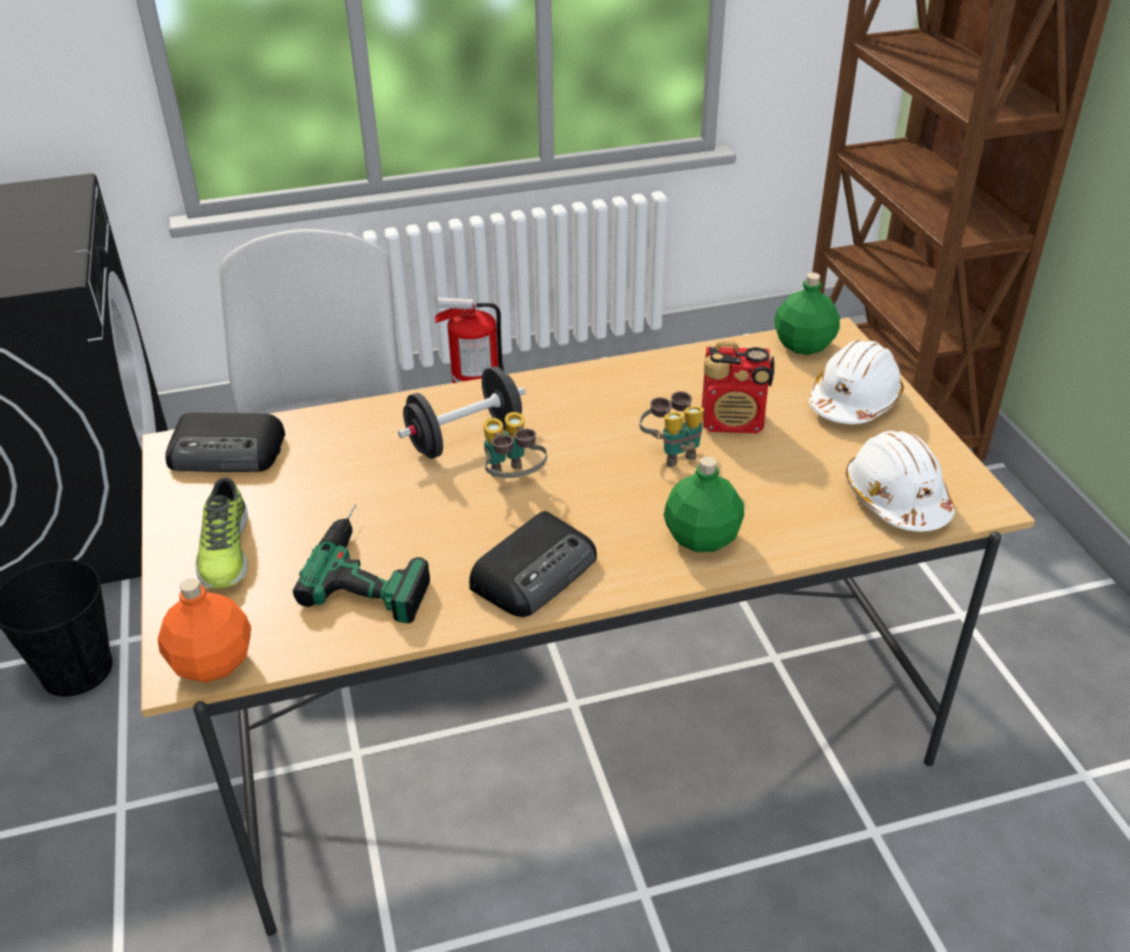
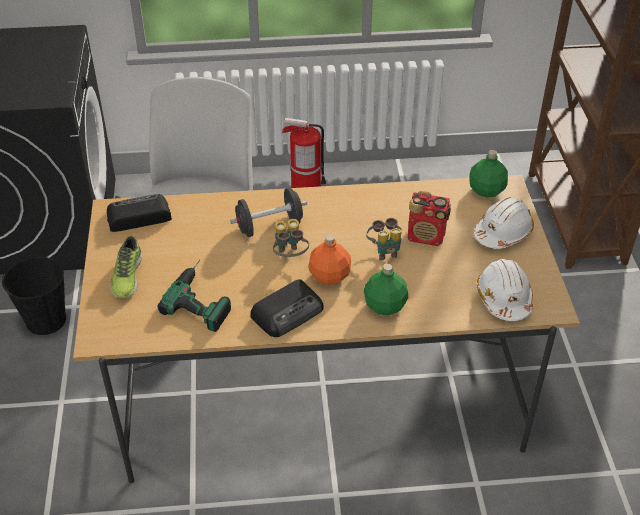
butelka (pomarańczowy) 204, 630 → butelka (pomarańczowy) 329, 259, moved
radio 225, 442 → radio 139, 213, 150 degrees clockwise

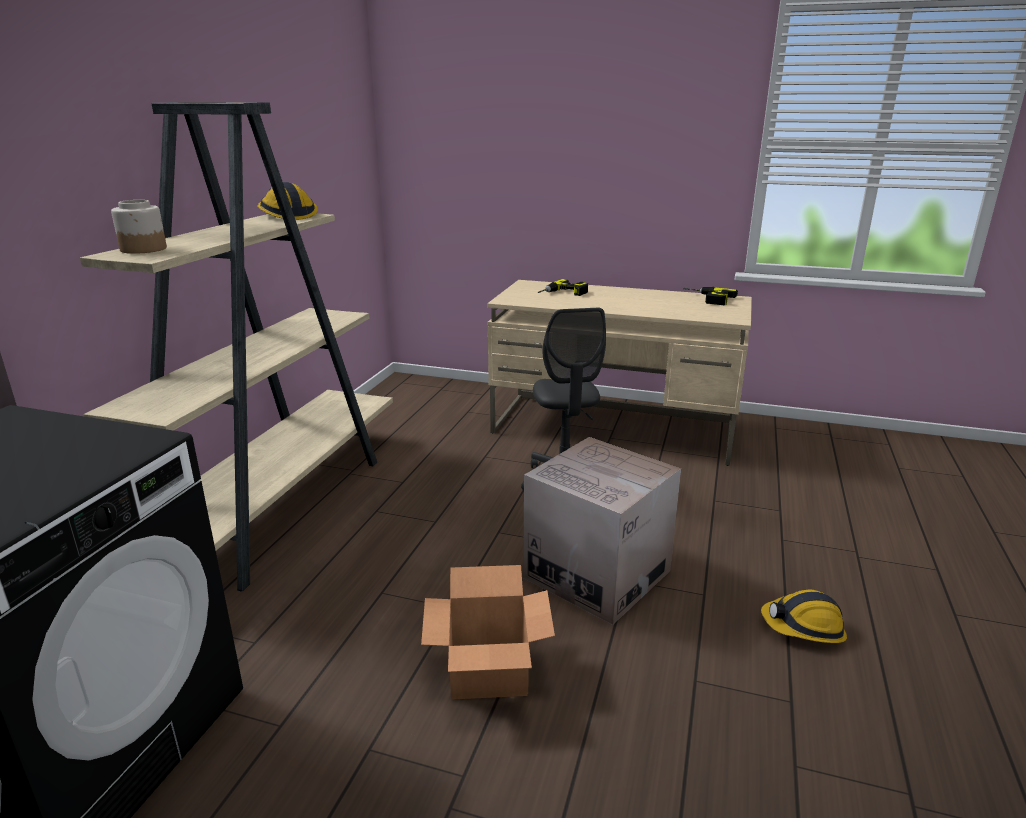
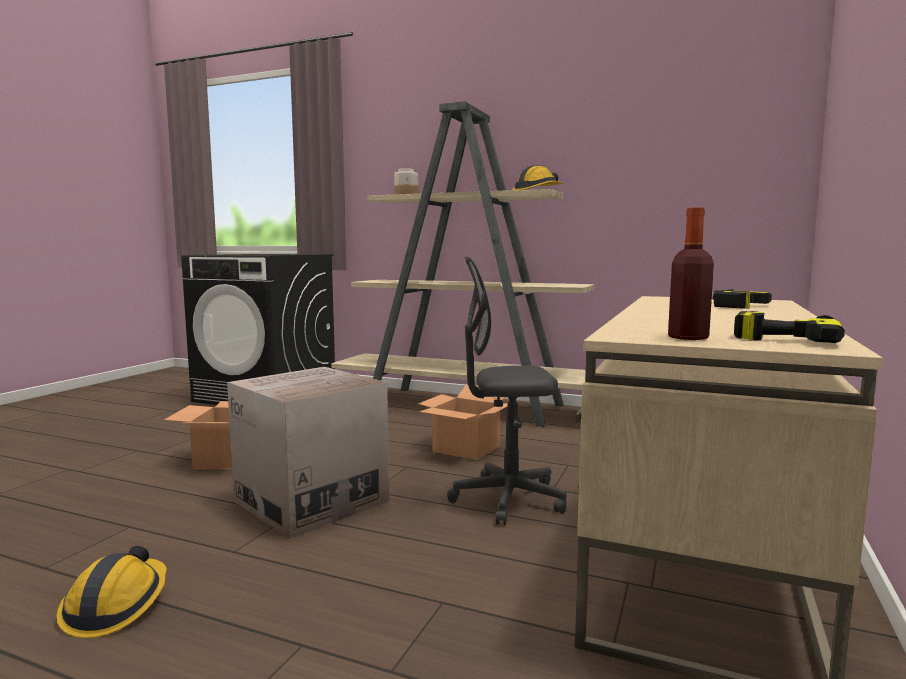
- → karton 463, 422
- → butelka 691, 273

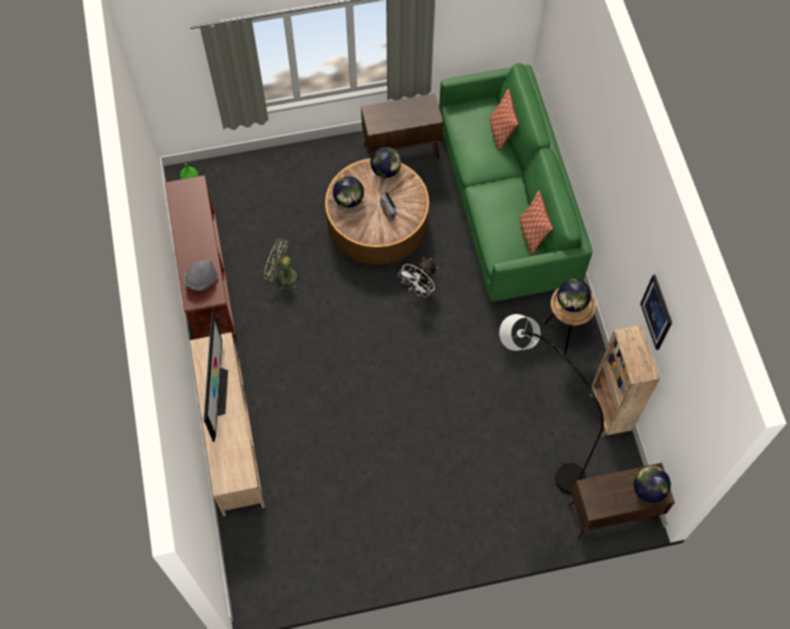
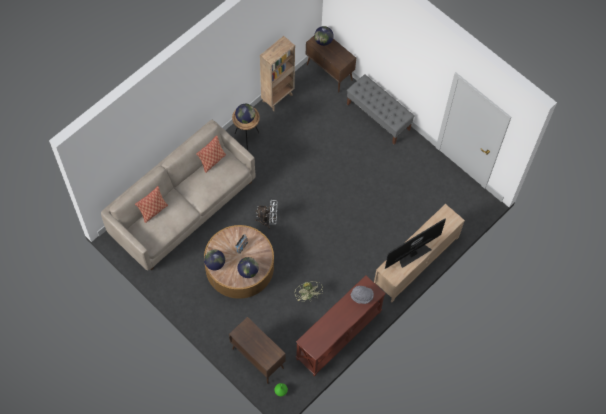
szafka (brązowy) 402, 125 → szafka (brązowy) 257, 350, moved
kanapa (zielony) 515, 182 → kanapa (beżowy) 178, 195
lampa stojąca (szary) 551, 403 → -
obraz 656, 312 → -
- → ławka (szary) 381, 109

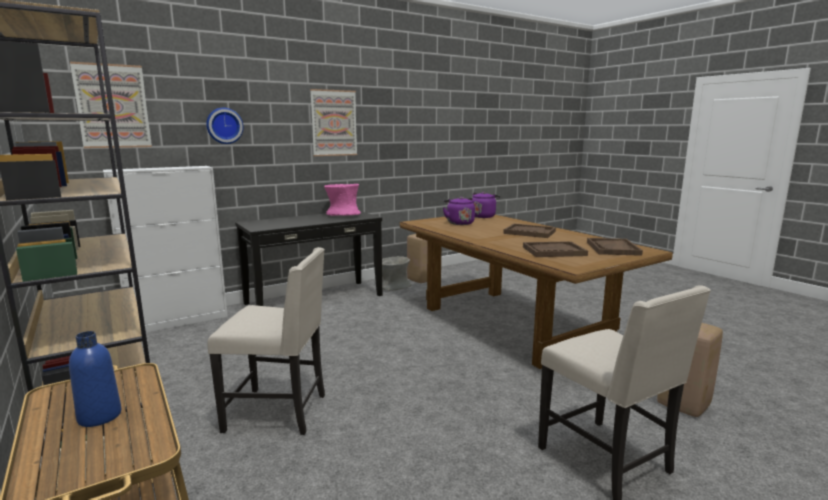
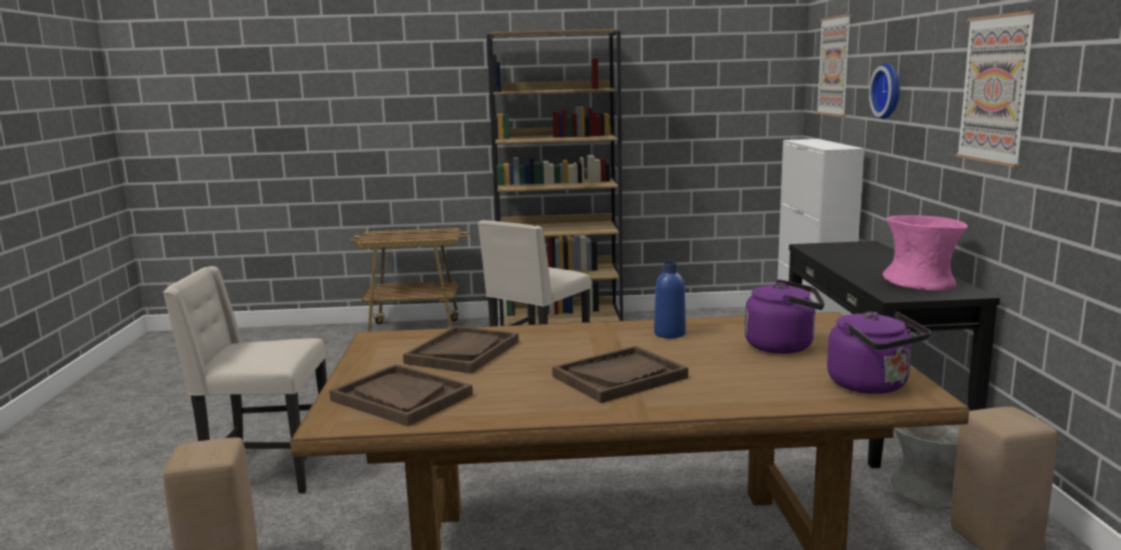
butelka (niebieski) 95, 379 → butelka (niebieski) 670, 299, moved

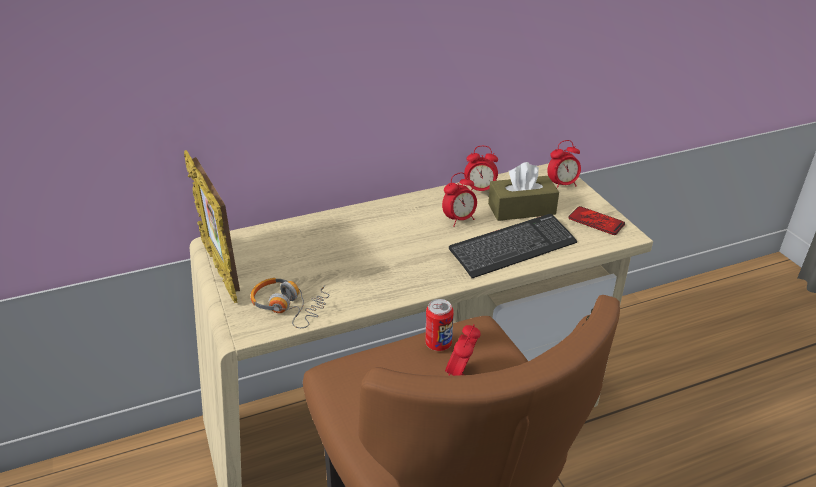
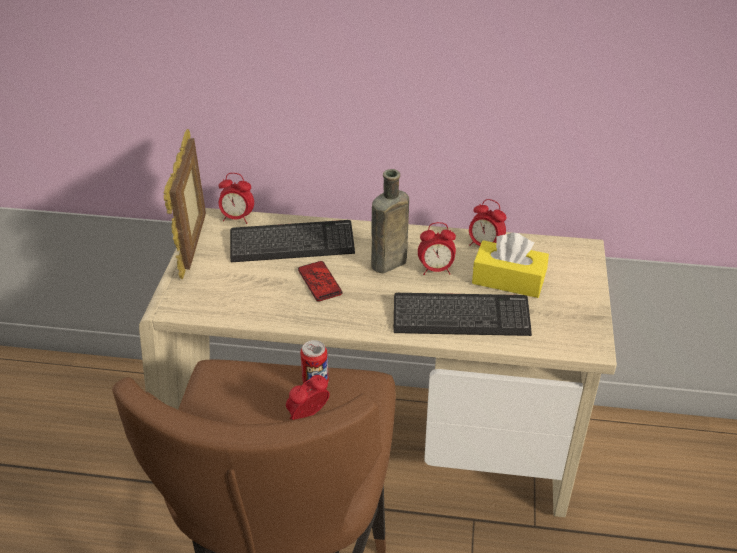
słuchawki 290, 303 → -
pudełko chusteczek (brązowy) 523, 191 → pudełko chusteczek (żółty) 510, 265
budzik 564, 164 → budzik 236, 198, moved
telefon 596, 220 → telefon 320, 281, moved
- → klawiatura 292, 241
- → butelka (brązowy) 390, 221

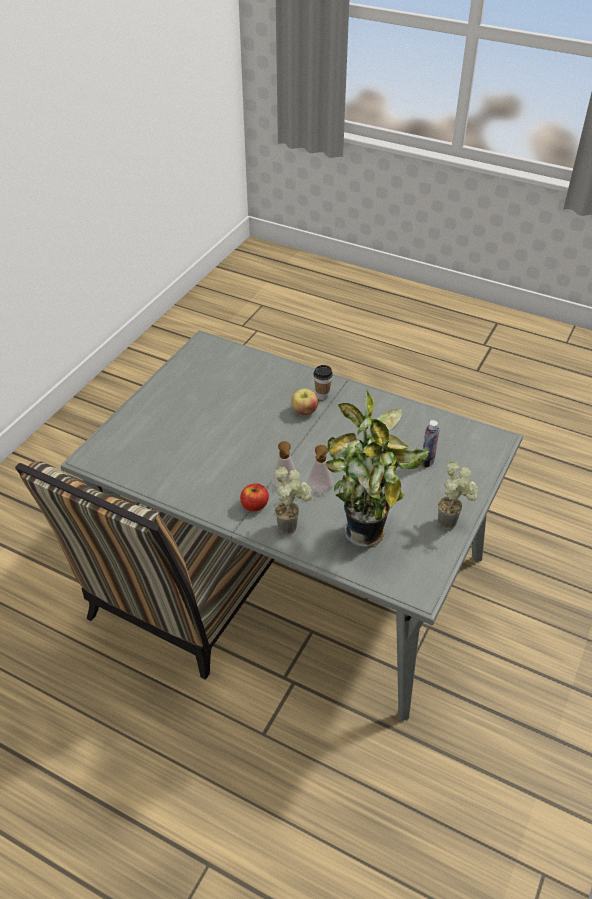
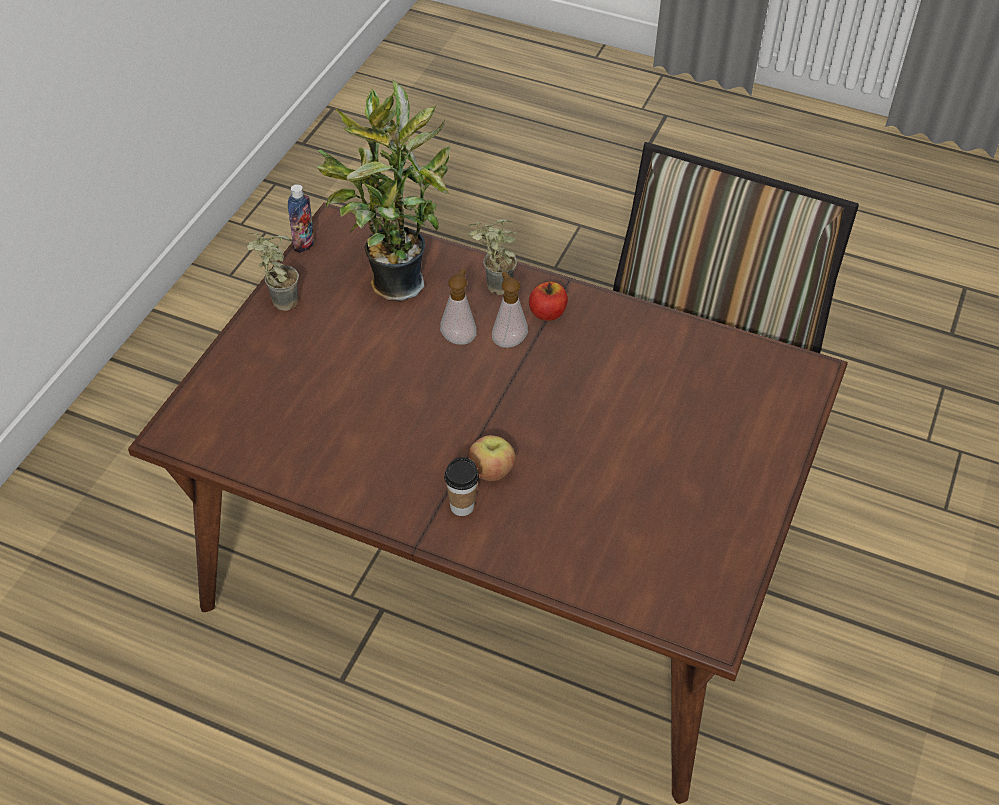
stół jadalny (szary) 292, 525 → stół jadalny (brązowy) 488, 503
butelka 430, 444 → butelka 301, 218, moved

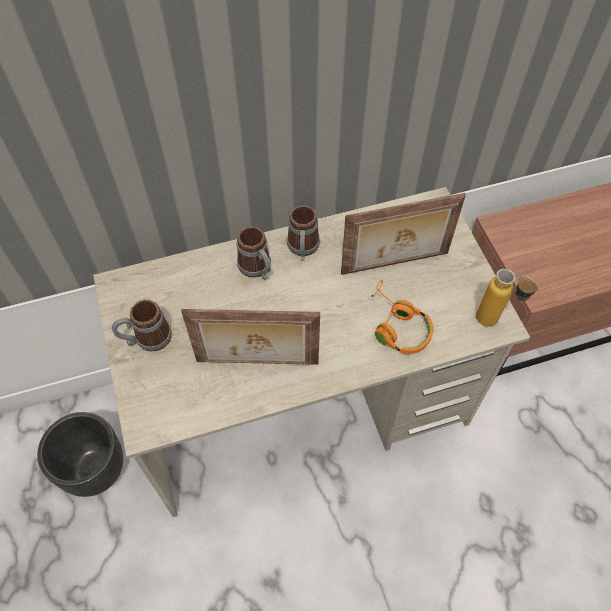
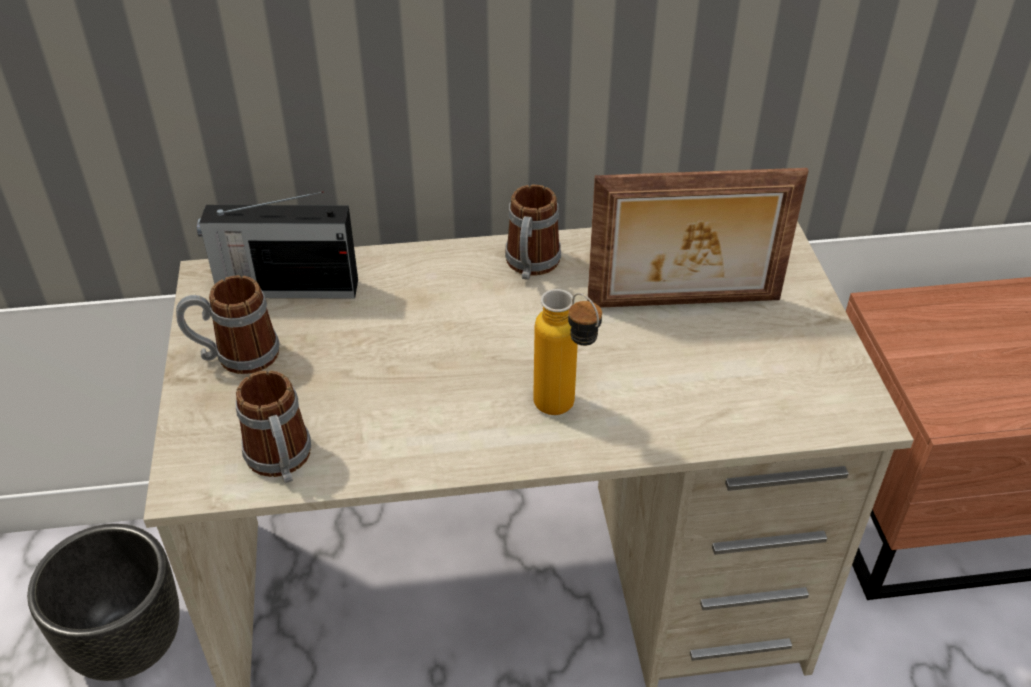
ramka na zdjęcie 250, 337 → -
kubek 254, 253 → kubek 273, 426, moved
słuchawki (pomarańczowy) 402, 317 → -
butelka 507, 298 → butelka 567, 352, moved
- → radio 277, 245

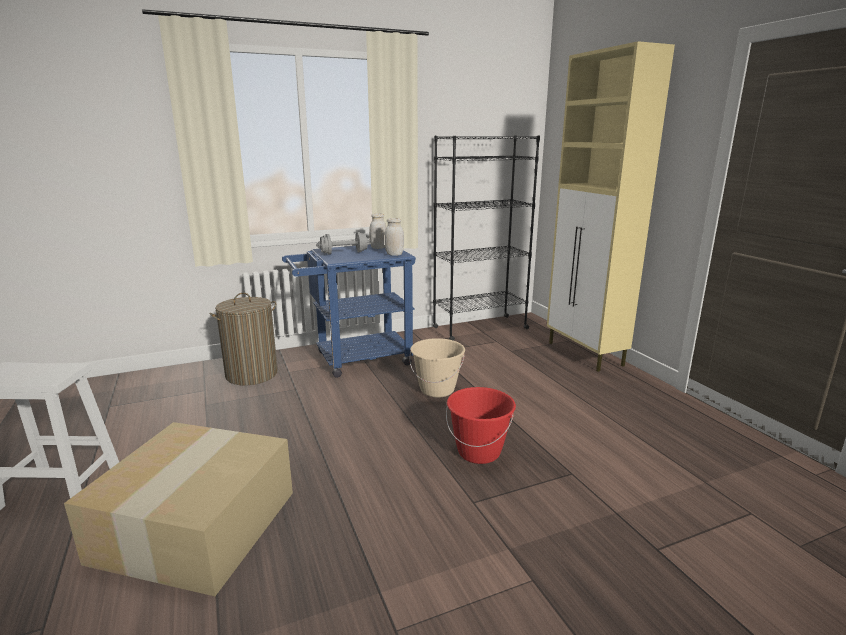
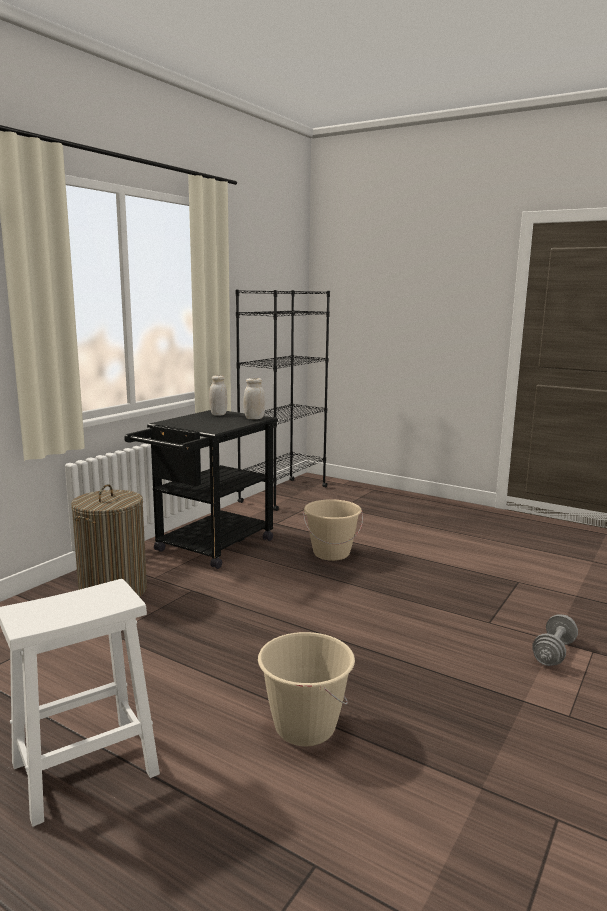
karton 178, 509 → wiadro (beżowy) 306, 689
wózek (niebieski) 349, 311 → wózek (czarny) 201, 489
hantel (szary) 343, 243 → hantel (szary) 555, 640, moved
wiadro (czerwony) 481, 425 → -
szafka (beżowy) 611, 206 → -

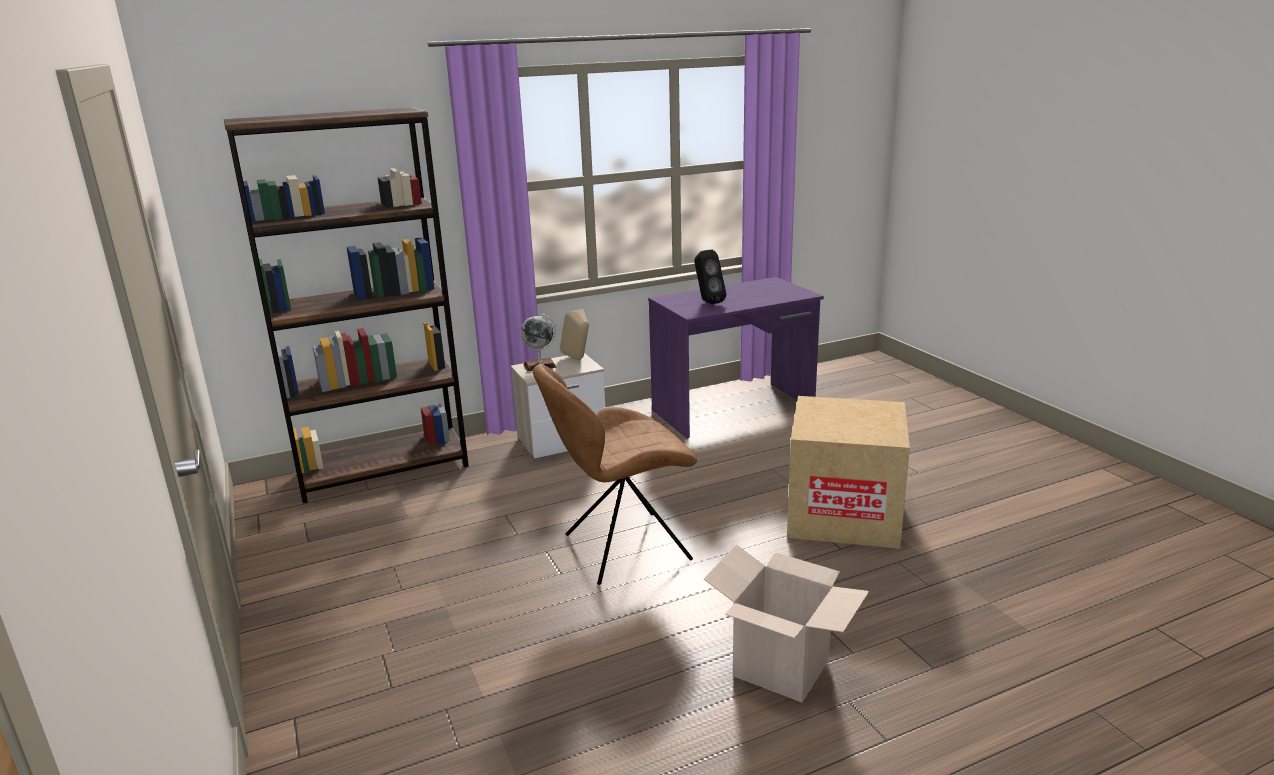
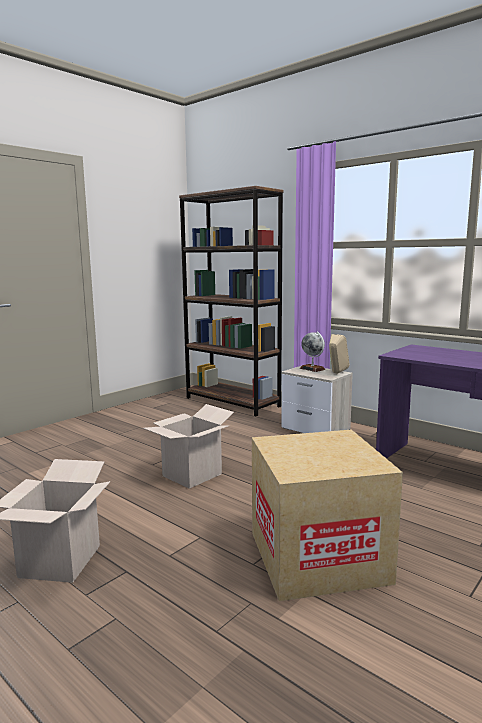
krzesło (brązowy) 615, 474 → karton 188, 446
głośnik (czarny) 710, 277 → -

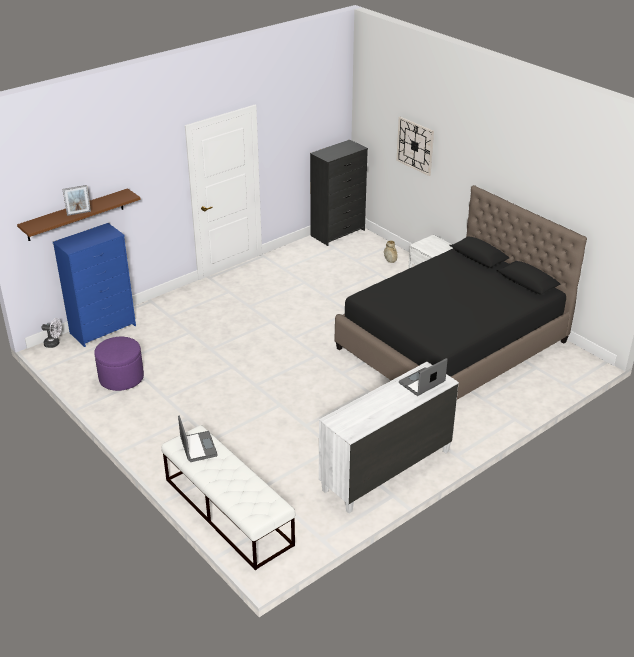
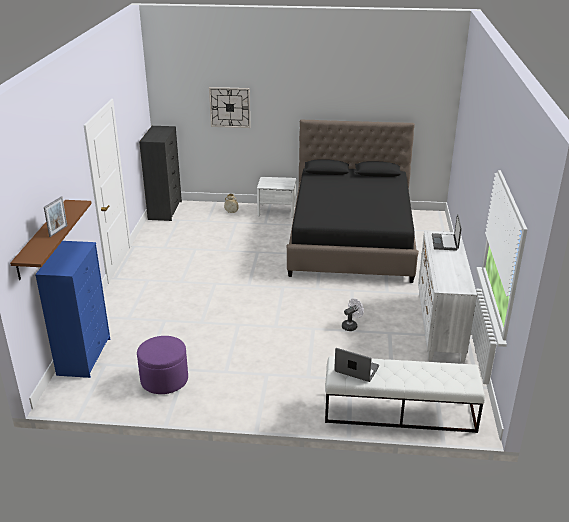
wentylator (biały) 52, 333 → wentylator (biały) 353, 314, moved

